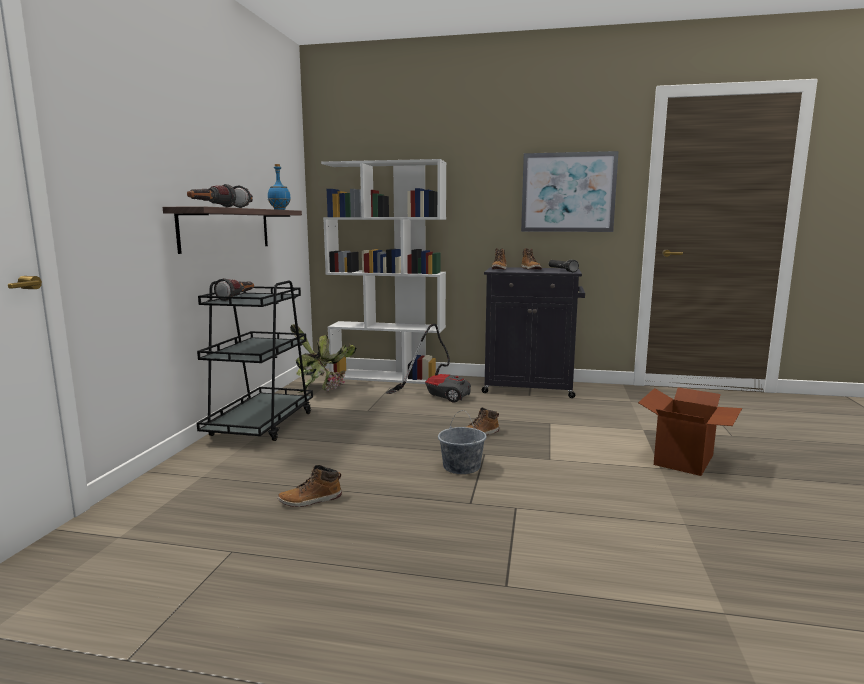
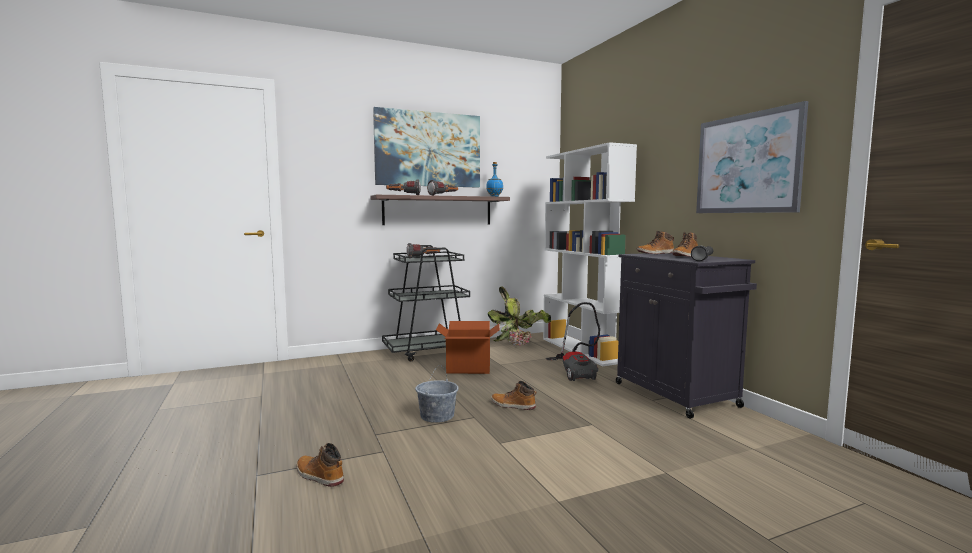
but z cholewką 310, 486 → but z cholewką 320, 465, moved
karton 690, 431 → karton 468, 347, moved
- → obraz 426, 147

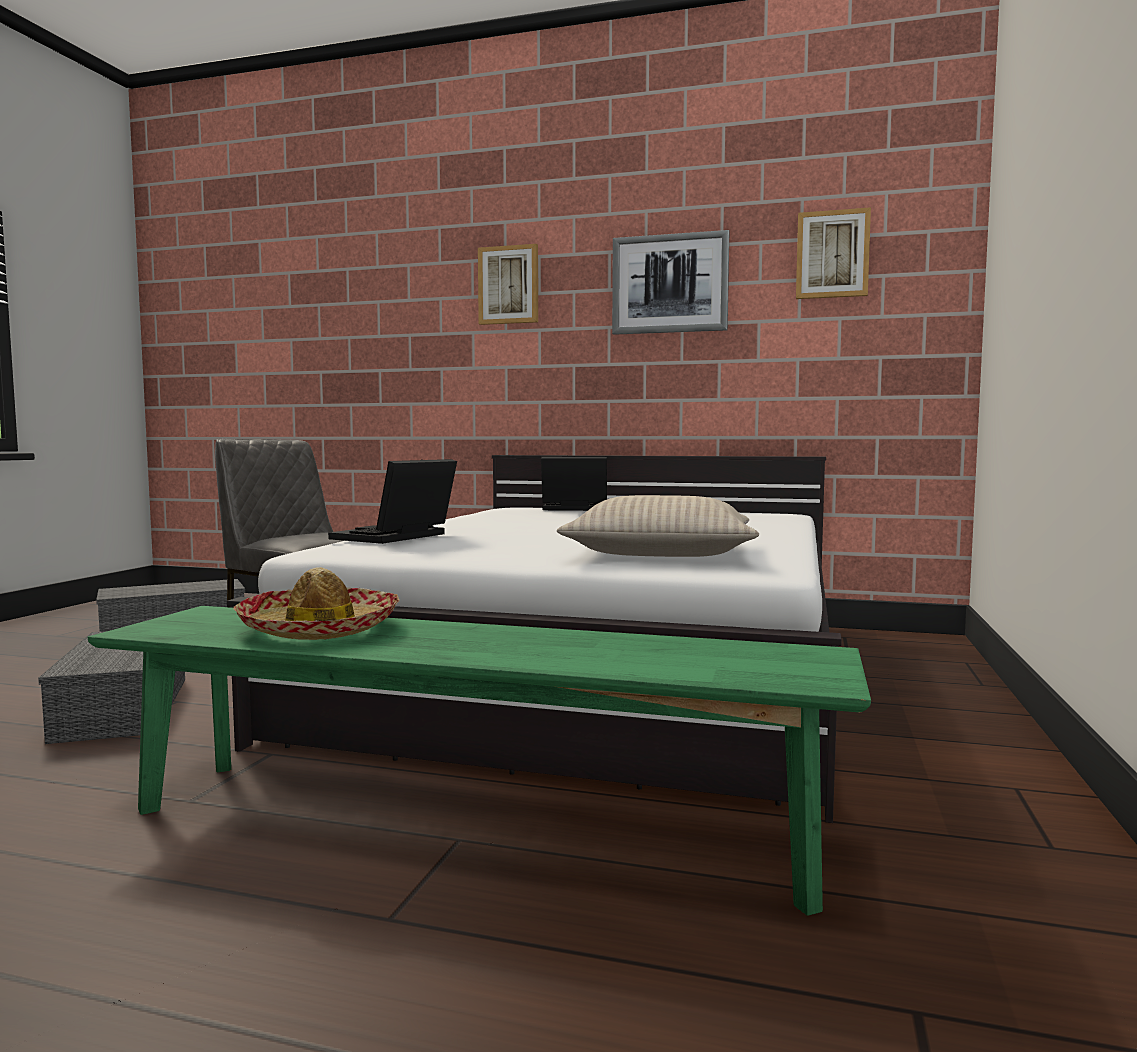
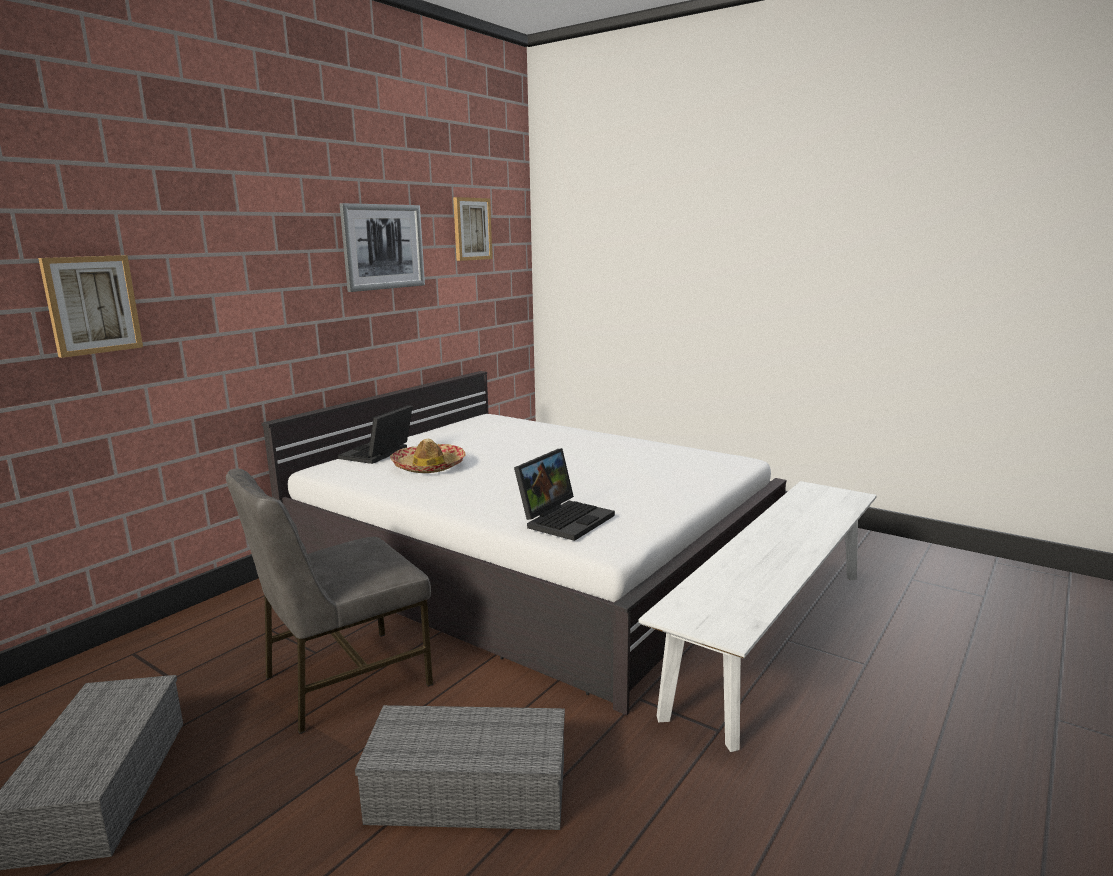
ławka (zielony) 479, 761 → ławka (biały) 757, 616
kapelusz 316, 603 → kapelusz 428, 456, moved
laptop 392, 501 → laptop 564, 494, 105 degrees counterclockwise
obraz 508, 284 → obraz 90, 306, moved
poduszka (beżowy) 658, 526 → -

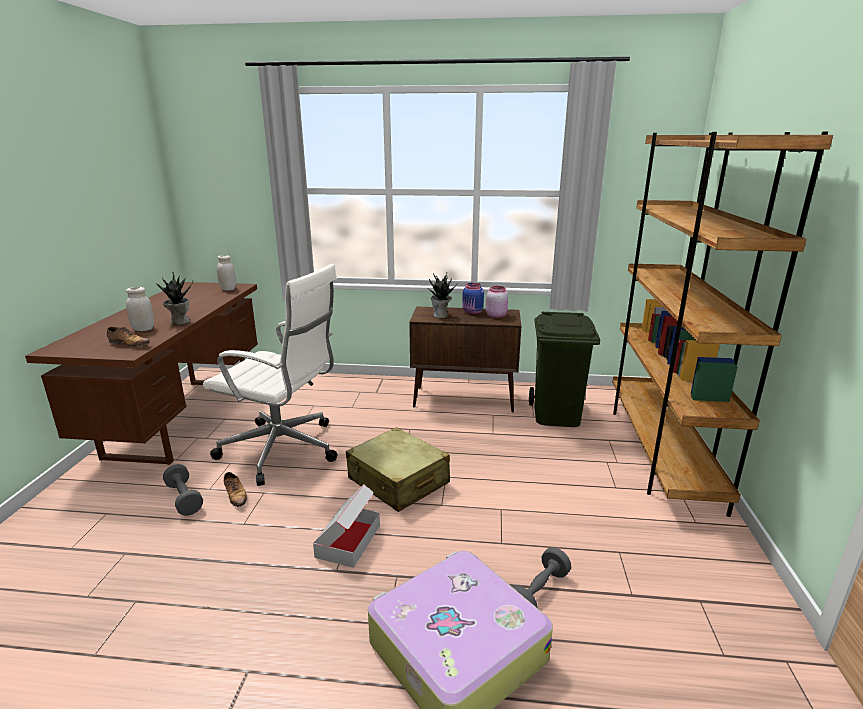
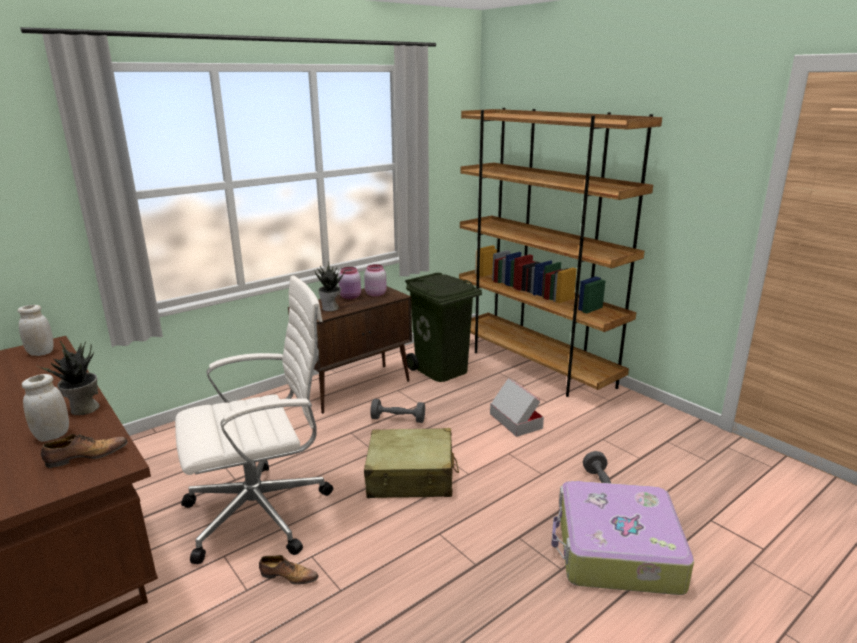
hantel (szary) 183, 490 → hantel (szary) 397, 411, moved
karton 346, 526 → karton 517, 407, moved
słoik (niebieski) 473, 298 → słoik (różowy) 349, 283

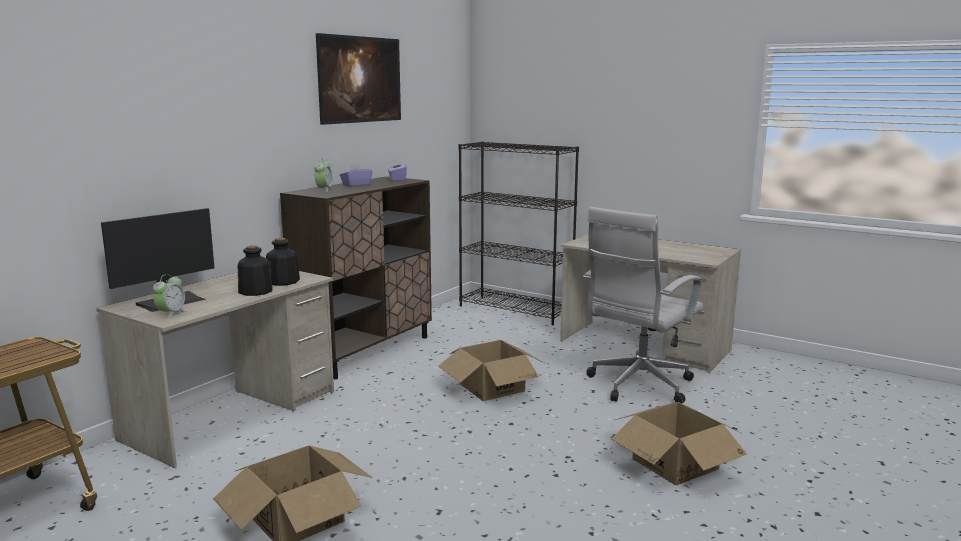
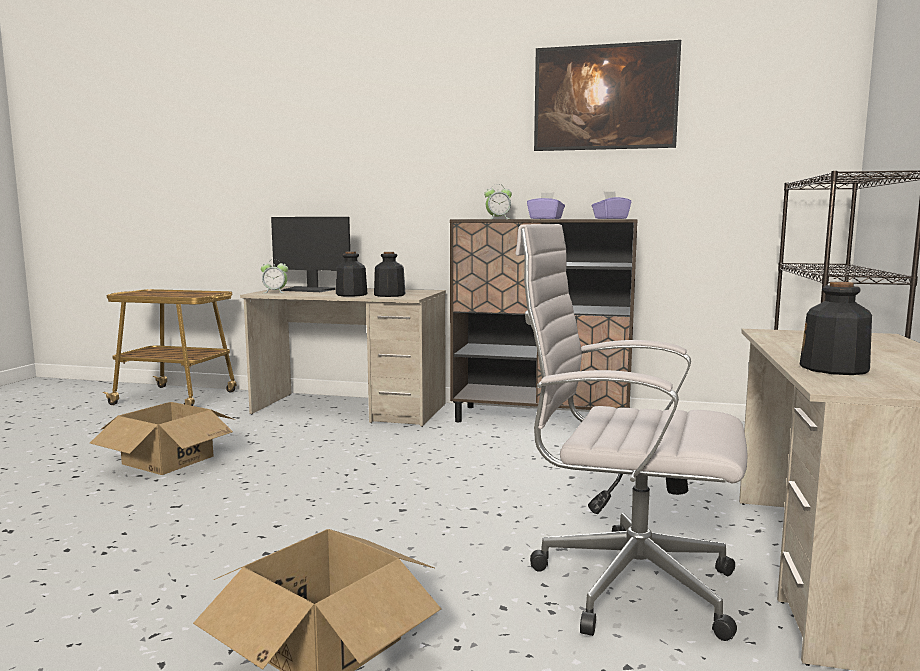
karton 492, 370 → -
- → butelka 836, 328

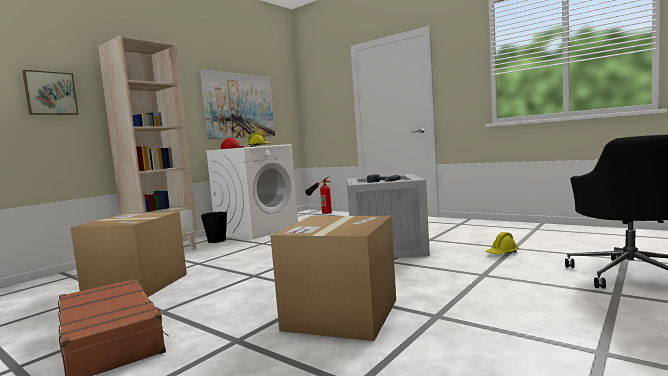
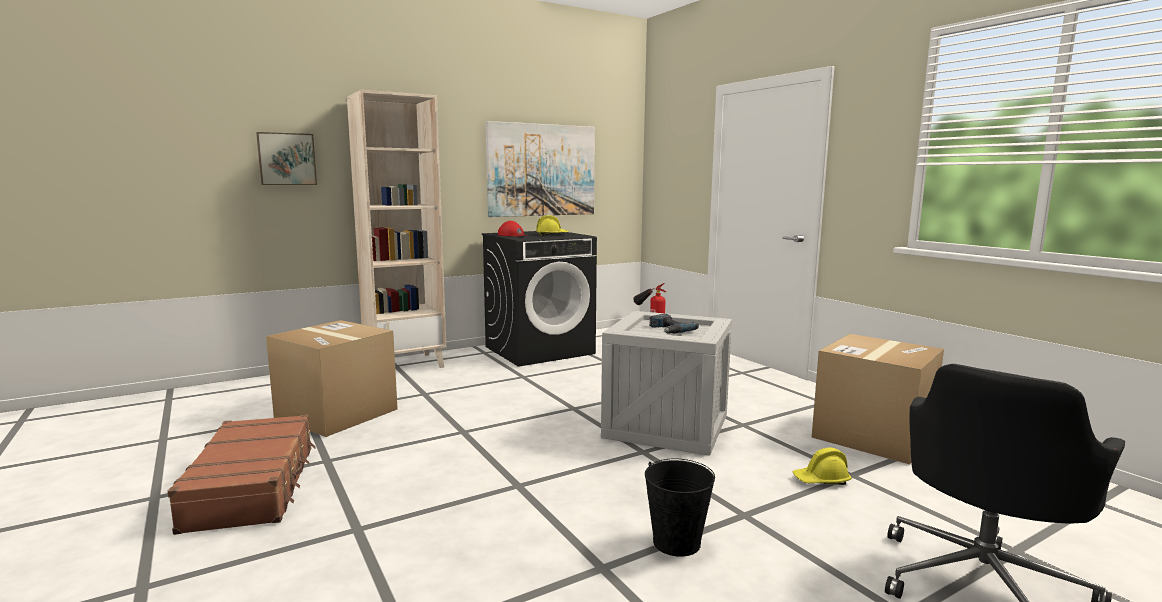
wiadro (czarny) 214, 227 → wiadro (czarny) 680, 507, moved
pralka (biały) 251, 192 → pralka (czarny) 539, 299
karton 333, 278 → karton 877, 399, moved

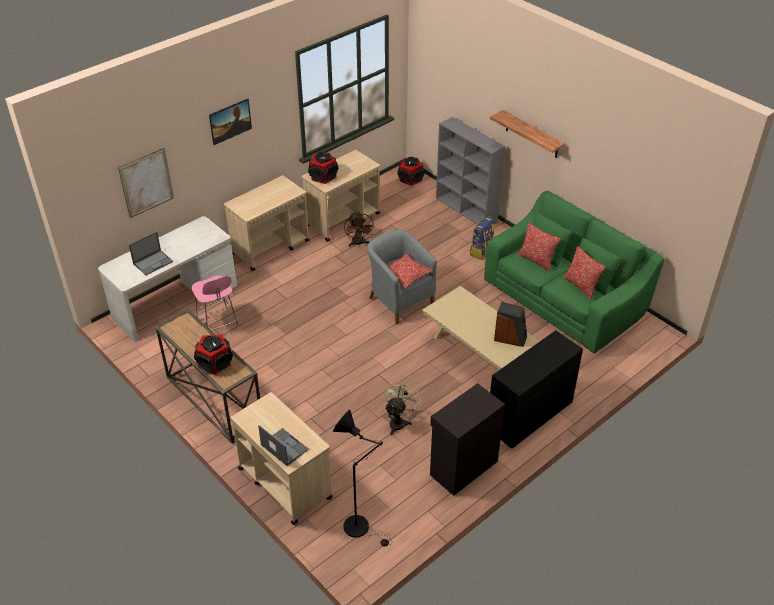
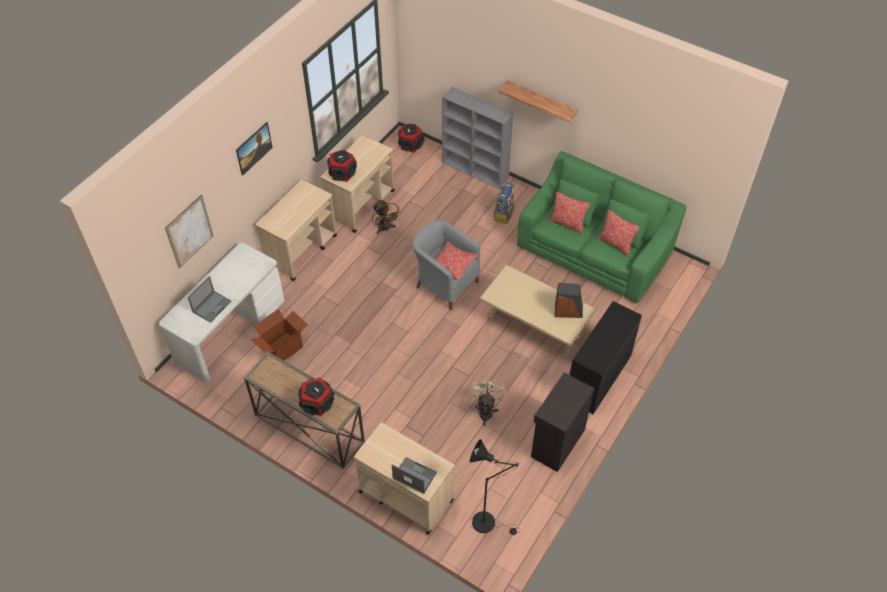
krzesło (różowy) 215, 302 → karton 279, 335

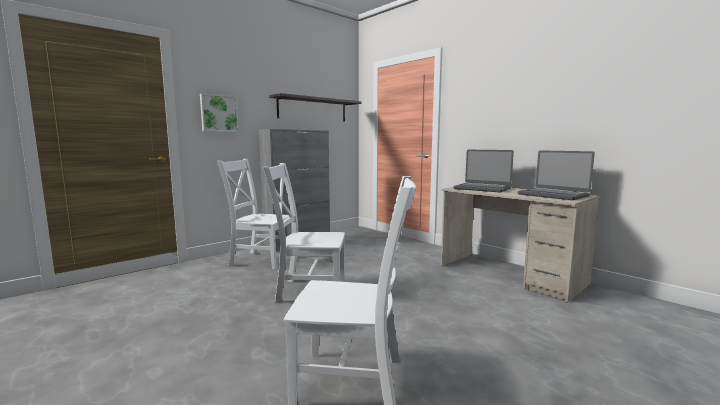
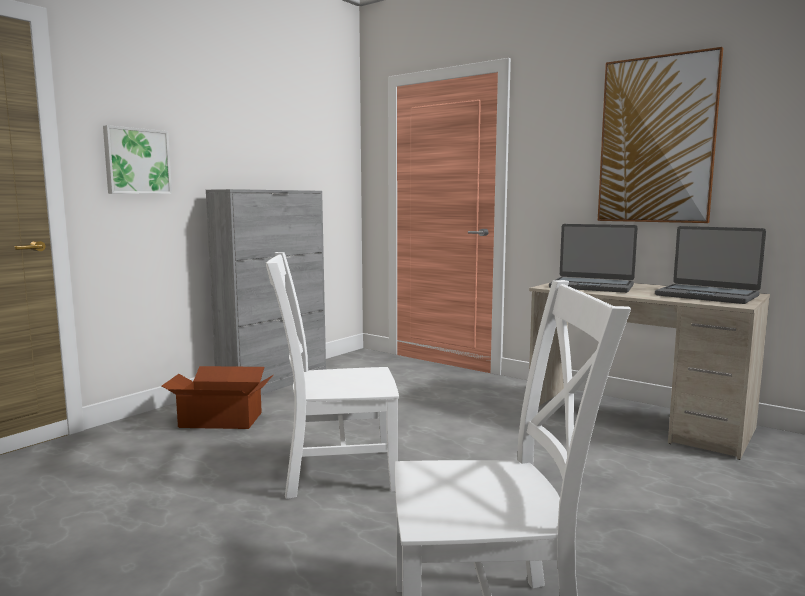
krzesło (biały) 254, 214 → karton 217, 397
półka 315, 107 → -
- → obraz 660, 135

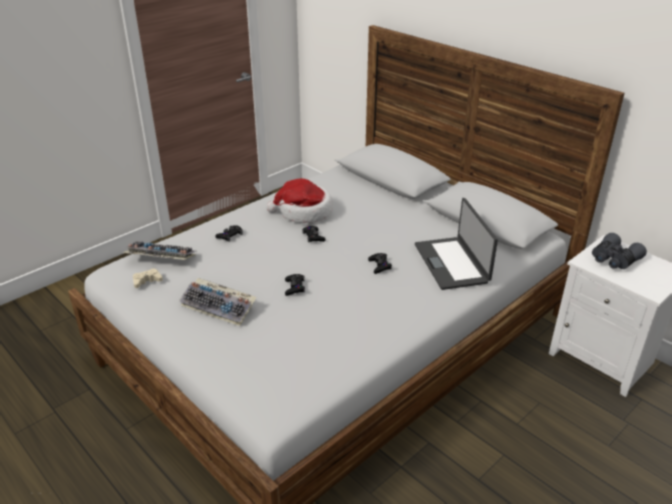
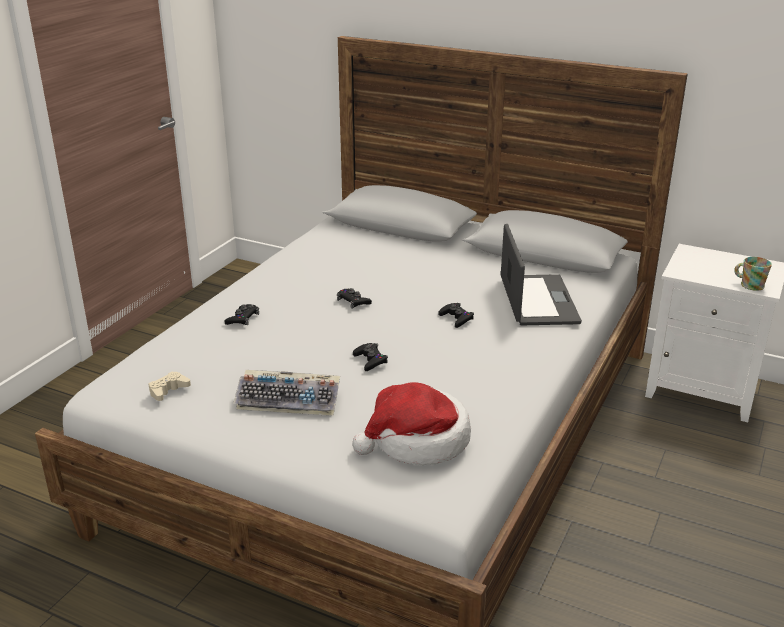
klawiatura 159, 250 → -
kapelusz 299, 200 → kapelusz 411, 423, moved
laptop 456, 244 → laptop 541, 275, 150 degrees counterclockwise
lornetka (szary) 619, 251 → -
- → kubek 753, 274

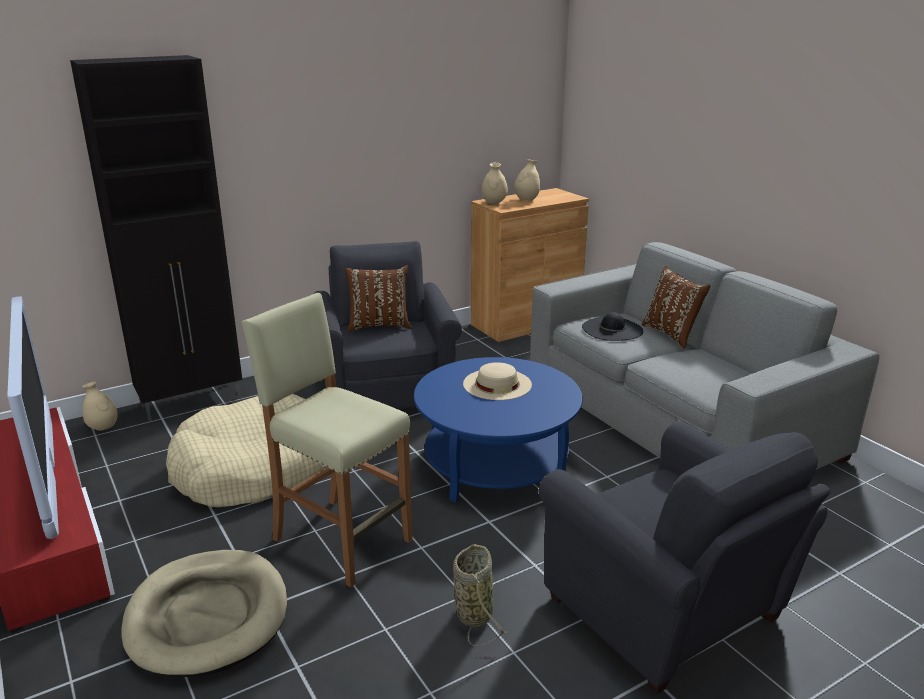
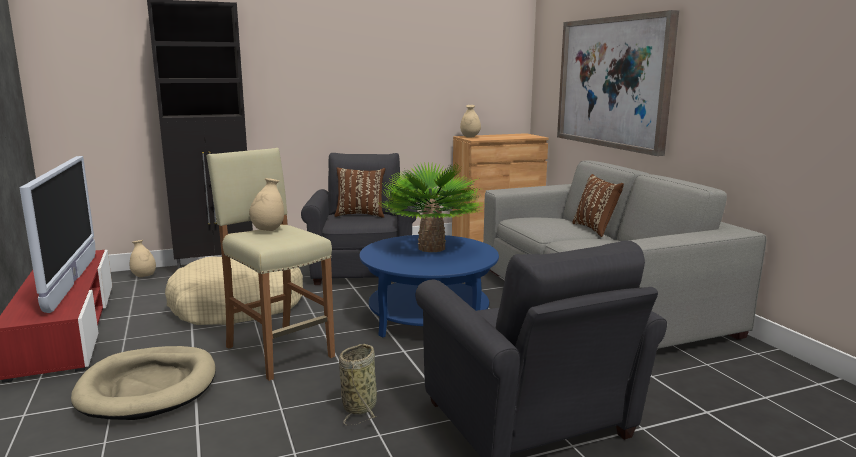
kapelusz (beżowy) 497, 381 → roślina doniczkowa 431, 207
wazon (beżowy) 527, 179 → wazon (beżowy) 266, 204, moved
kapelusz (czarny) 612, 326 → -
- → obraz 618, 83

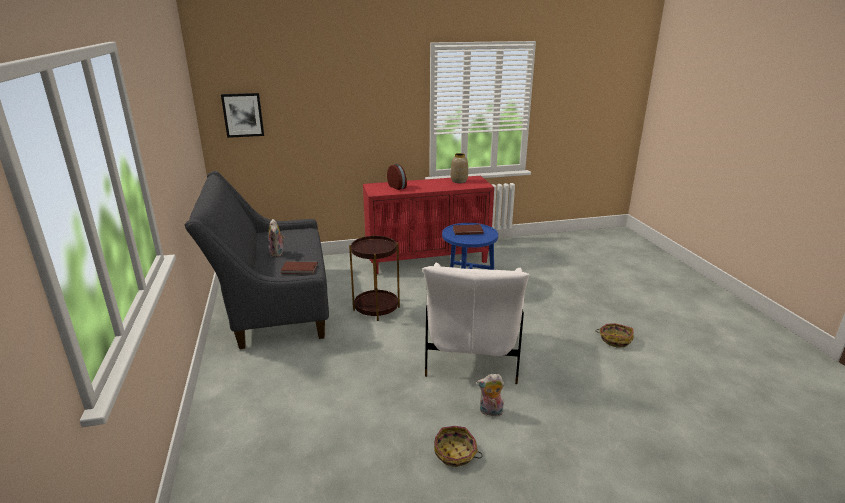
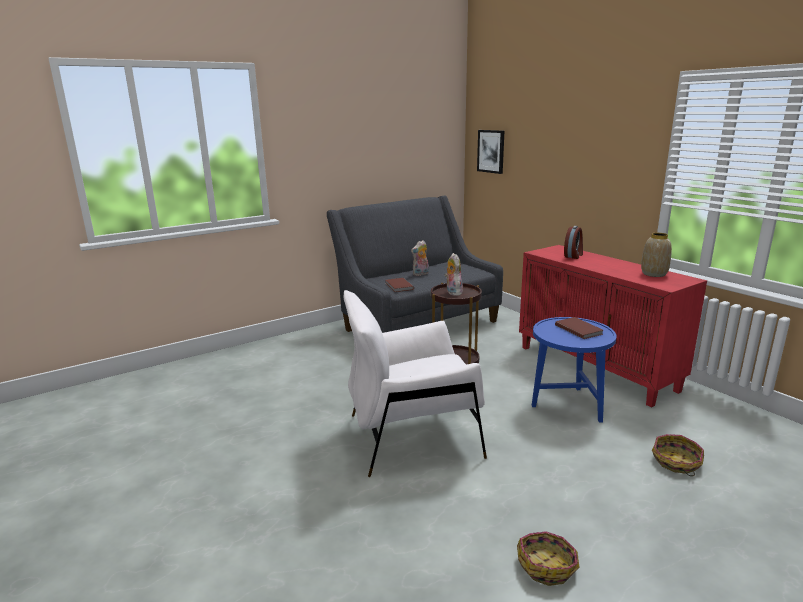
koszyk 458, 446 → koszyk 678, 455, moved
pluszak 490, 395 → pluszak 454, 274, moved

